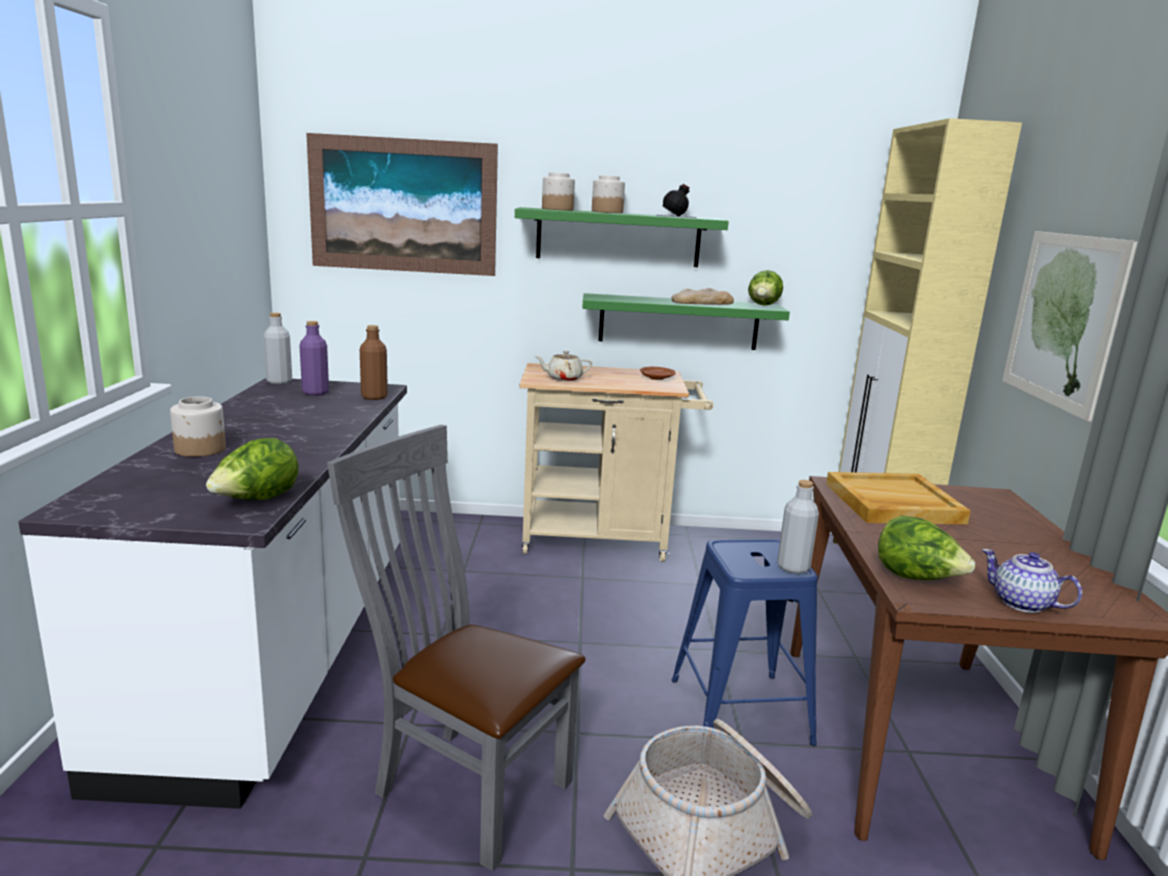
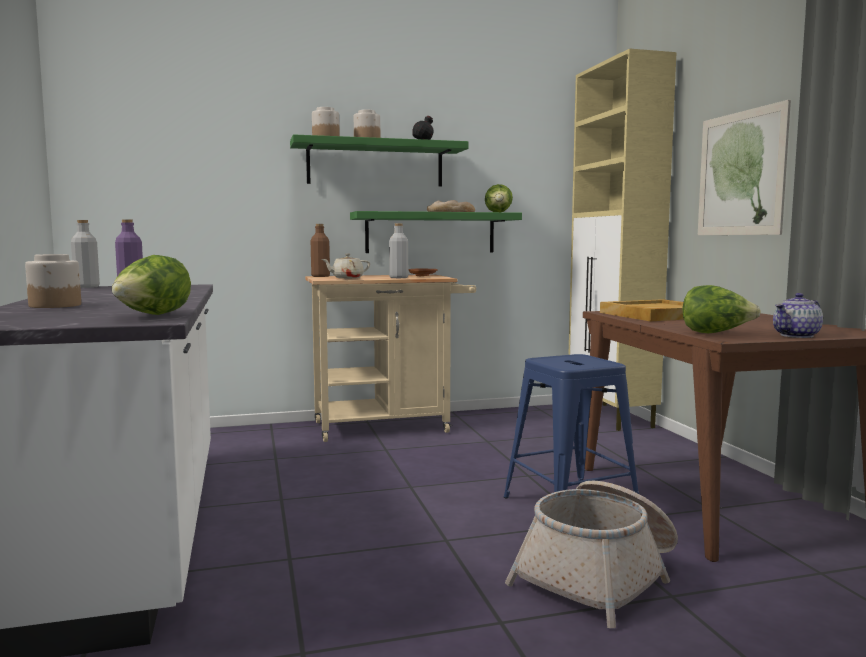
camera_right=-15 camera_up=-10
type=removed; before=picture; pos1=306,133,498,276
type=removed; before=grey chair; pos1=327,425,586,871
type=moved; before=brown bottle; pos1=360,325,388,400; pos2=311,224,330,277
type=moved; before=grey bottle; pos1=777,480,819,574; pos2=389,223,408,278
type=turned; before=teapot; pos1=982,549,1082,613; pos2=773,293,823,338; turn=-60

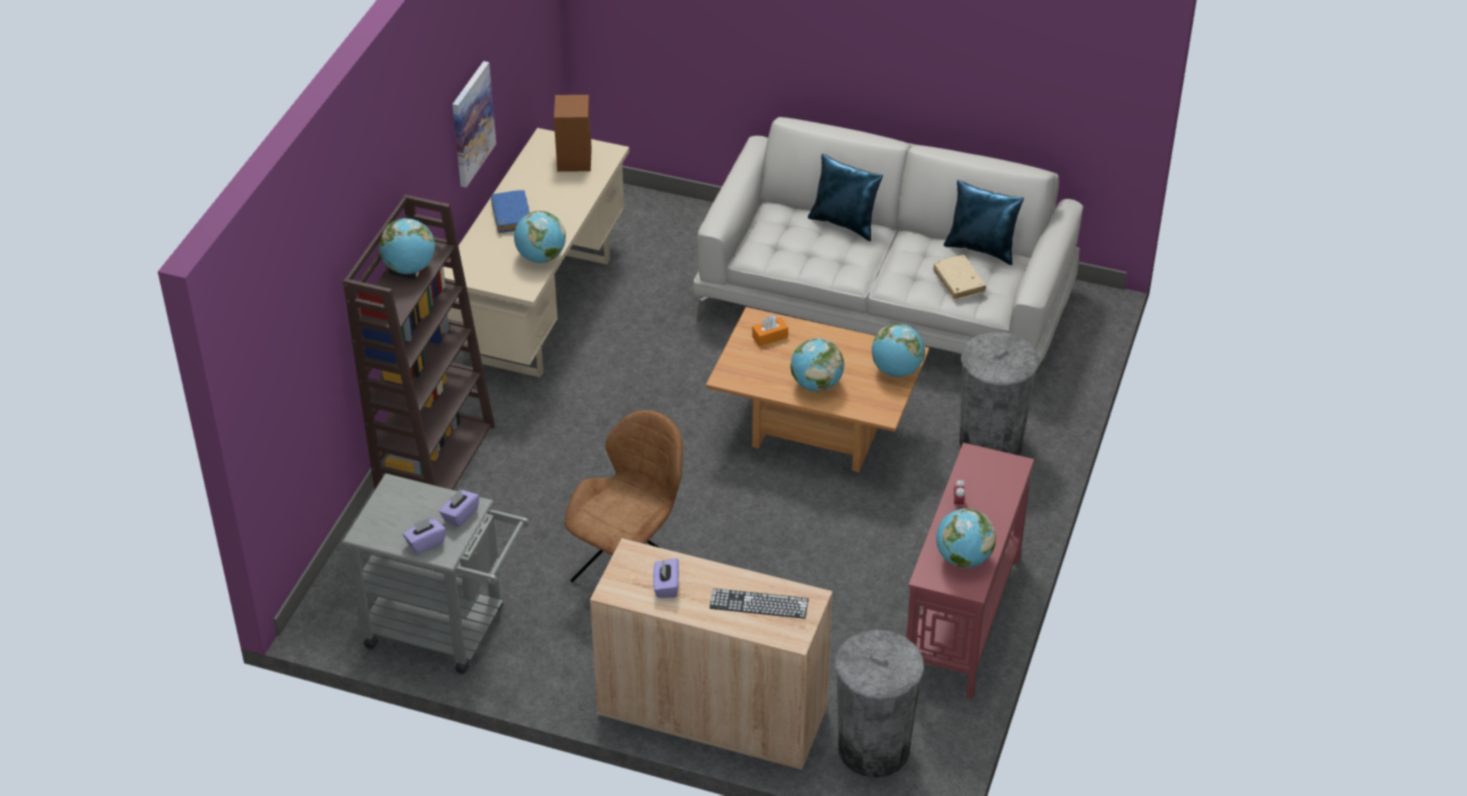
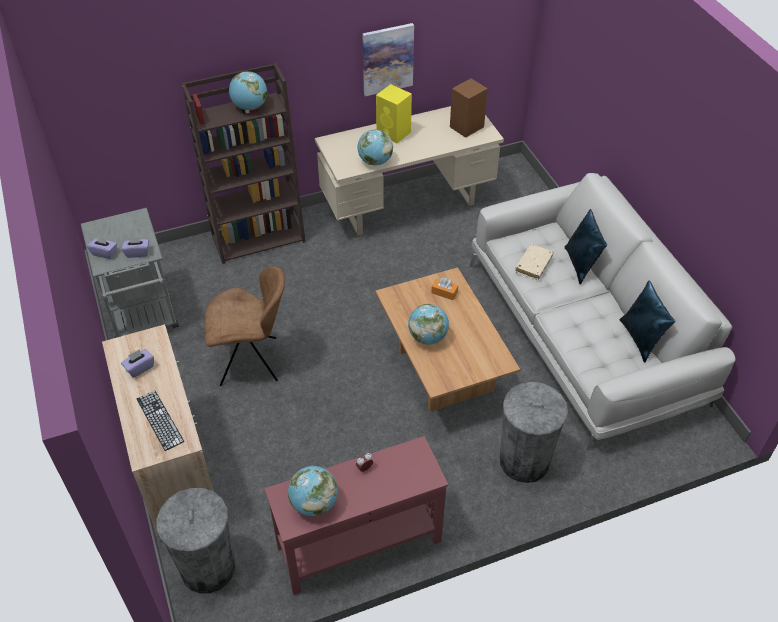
camera_right=50 camera_up=5
type=replaced; before=blue book; after=yellow speaker; pos1=491,190,530,233; pos2=376,84,412,143
type=removed; before=globe; pos1=872,324,925,377
type=moved; before=beige book; pos1=933,255,986,301; pos2=515,244,554,280

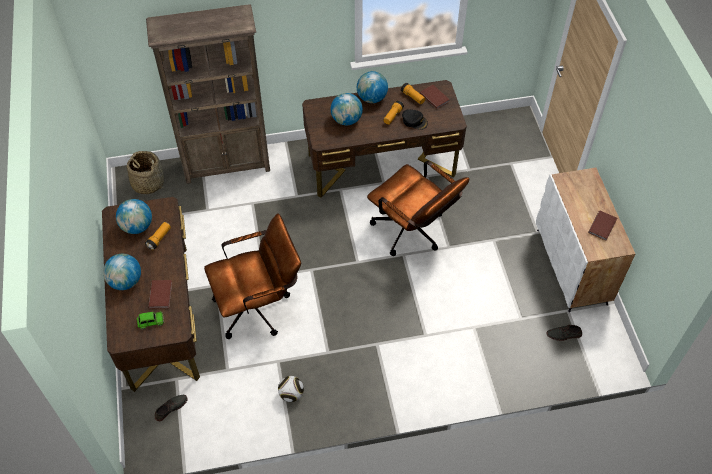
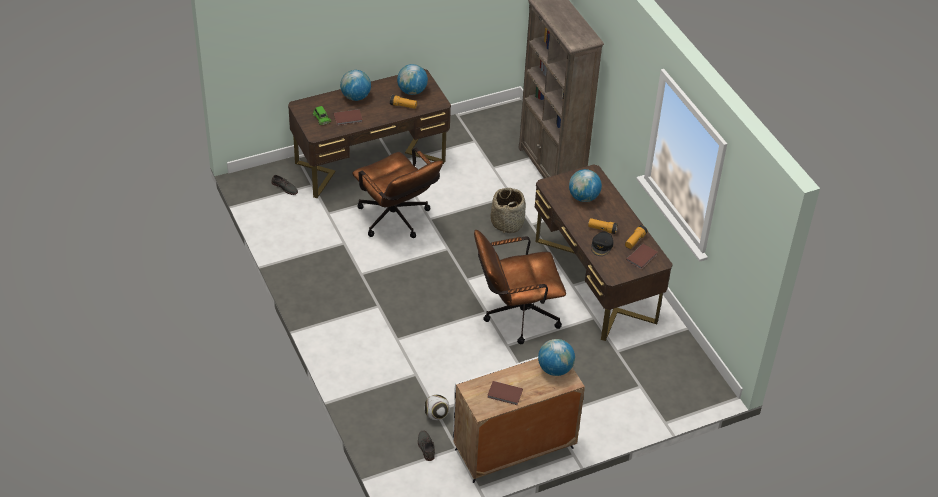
camera_right=75 camera_up=-10
type=moved; before=basket; pos1=126,151,164,194; pos2=491,188,526,233
type=moved; before=football; pos1=278,376,304,402; pos2=424,395,450,420
type=moved; before=globe; pos1=357,71,388,103; pos2=538,339,575,376
type=turned; before=brown office chair; pos1=367,161,469,256; pos2=474,230,566,344; turn=45

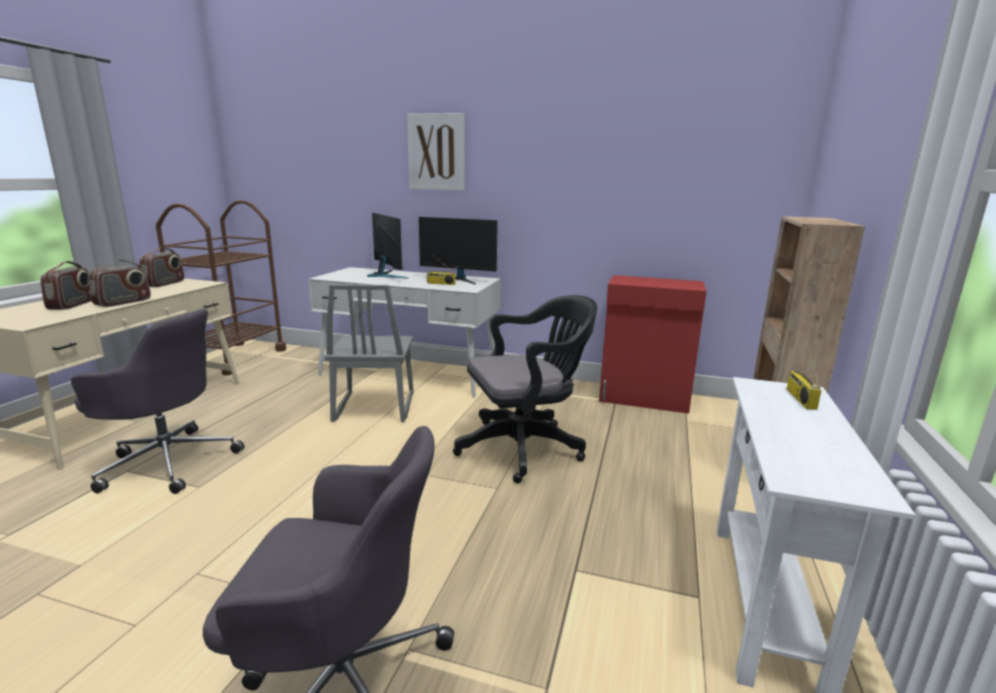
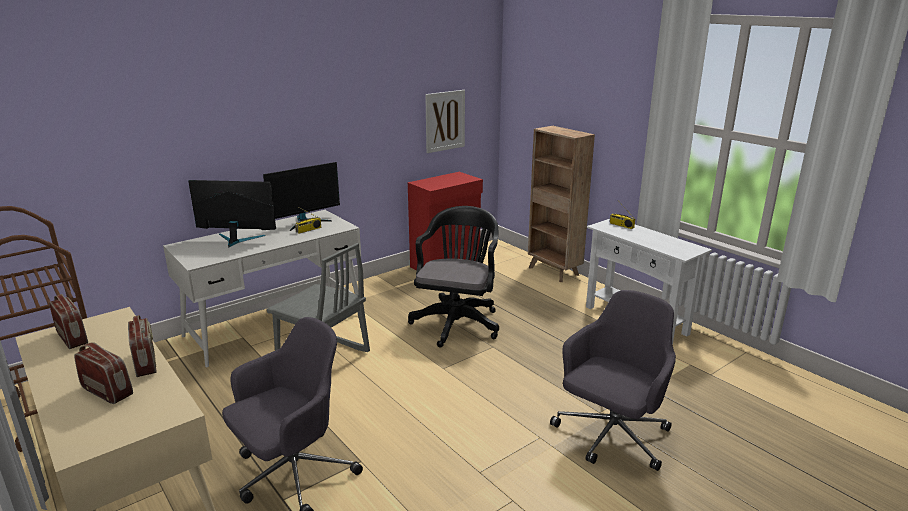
camera_right=-55 camera_up=5
type=moved; before=picture; pos1=407,113,464,191; pos2=425,90,465,153

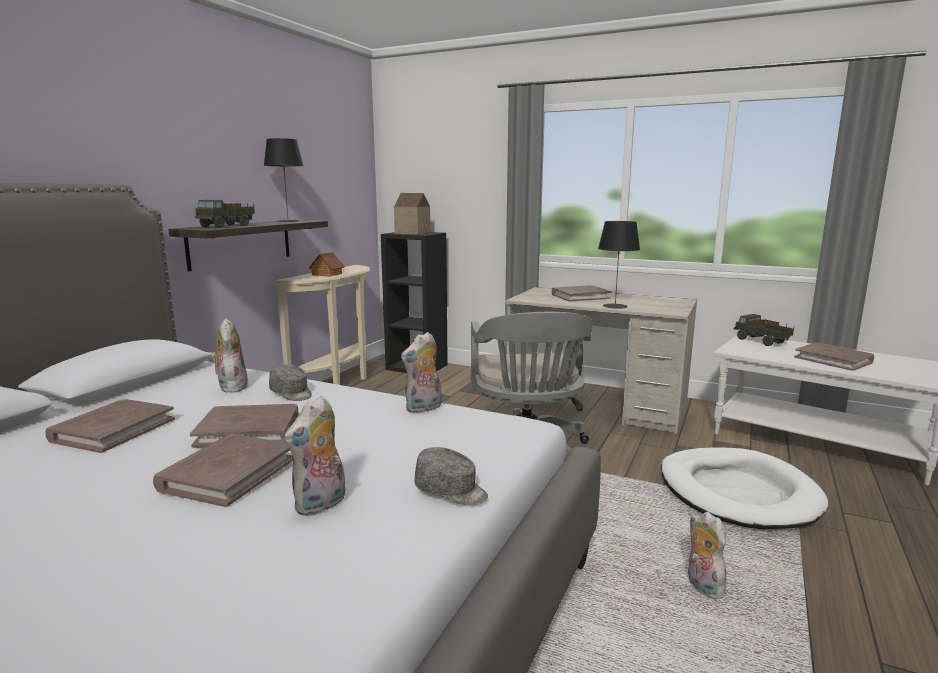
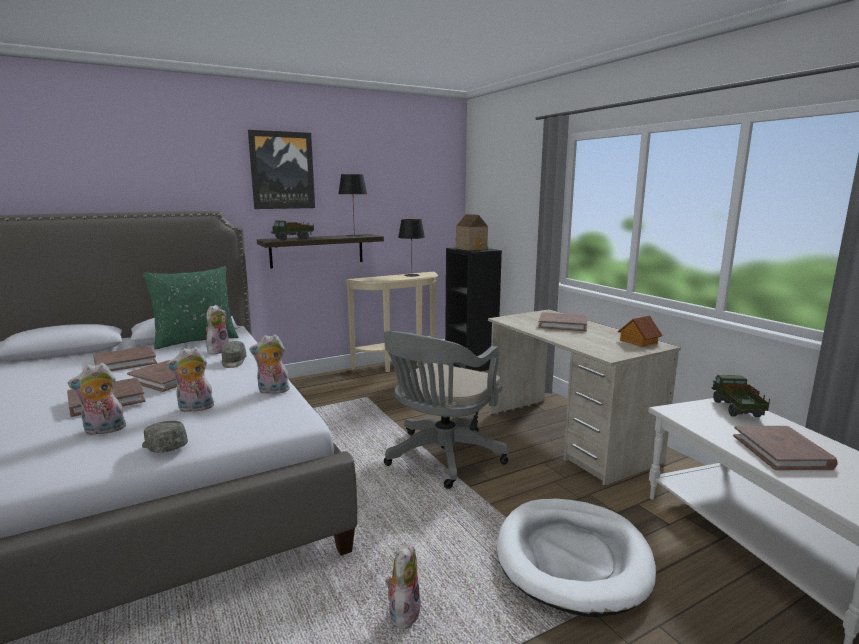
camera_right=35 camera_up=0
type=moved; before=toy house; pos1=309,252,345,277; pos2=618,316,663,347
type=turned; before=grey cap; pos1=414,447,488,505; pos2=142,421,188,453; turn=150
type=moved; before=black table lamp; pos1=598,221,640,309; pos2=398,219,425,277
type=added; after=green pillow; pos2=143,266,238,349
type=added; after=plush toy; pos2=166,347,214,413
type=added; after=picture; pos2=248,130,315,209

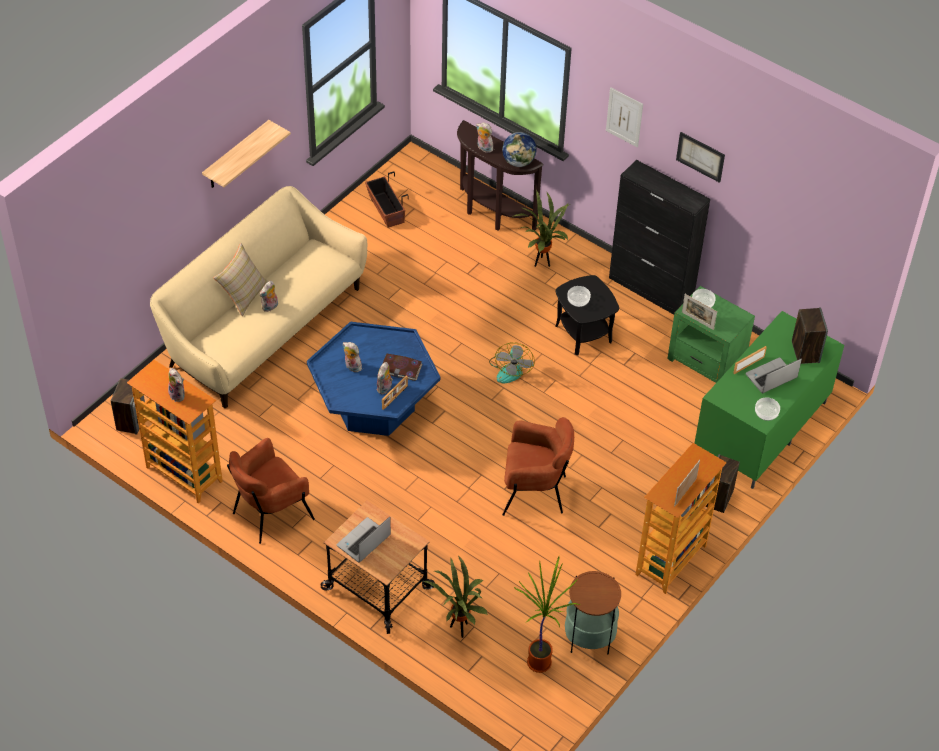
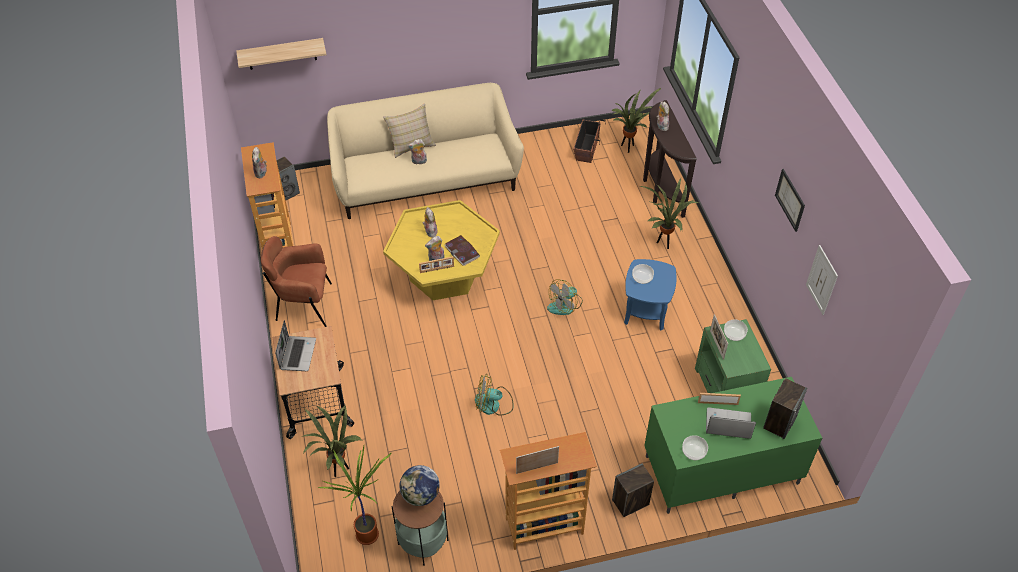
camera_right=40 camera_up=0
type=moved; before=shelf; pos1=202,120,291,188; pos2=236,38,326,70
type=recoloured; before=blue coffee table; after=yellow coffee table; pos1=307,322,440,436; pos2=383,200,500,300
type=turned; before=laptop; pos1=337,517,391,563; pos2=275,320,316,371; turn=105
type=moved; before=globe; pos1=502,132,537,167; pos2=399,465,440,506
type=replaced; before=brown armchair; after=fan; pos1=502,417,574,516; pos2=475,374,513,416
type=recoloured; before=black side table; after=blue side table; pos1=555,275,619,355; pos2=624,259,677,330
type=moved; before=picture; pos1=606,88,643,147; pos2=806,245,838,315
type=removed; before=black cabinet; pos1=609,160,710,315
type=added; after=potted plant; pos2=612,88,661,153

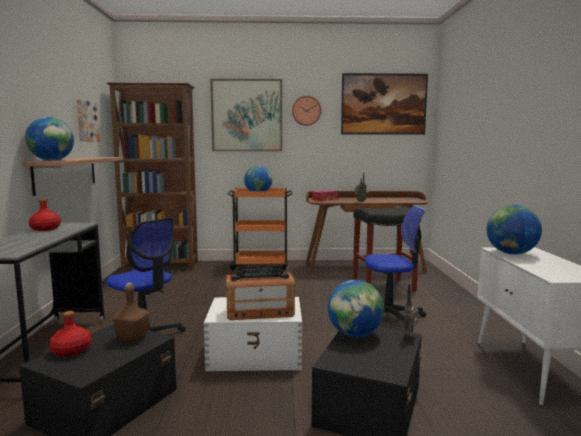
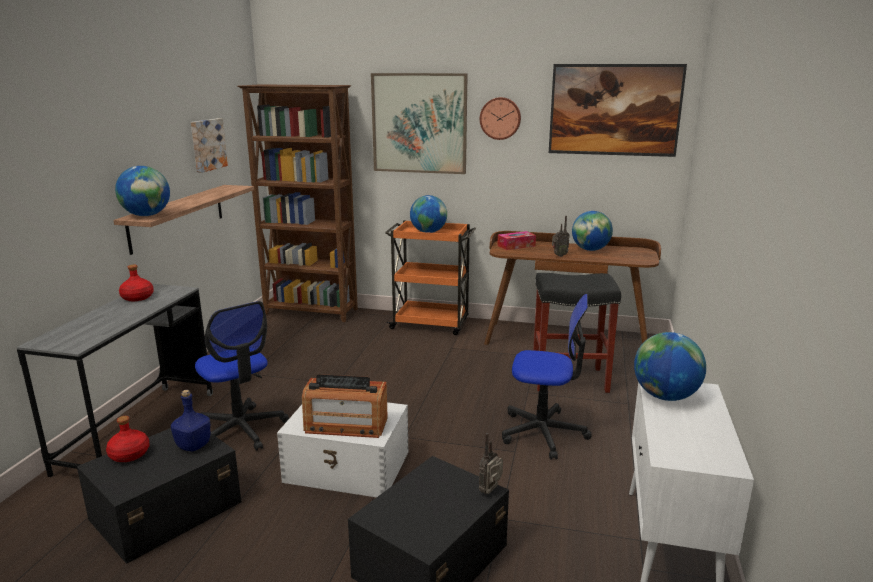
camera_right=15 camera_up=10
type=recoloured; before=brown bottle; after=blue bottle; pos1=113,283,149,342; pos2=171,390,210,451
type=moved; before=globe; pos1=328,280,384,337; pos2=572,211,613,251

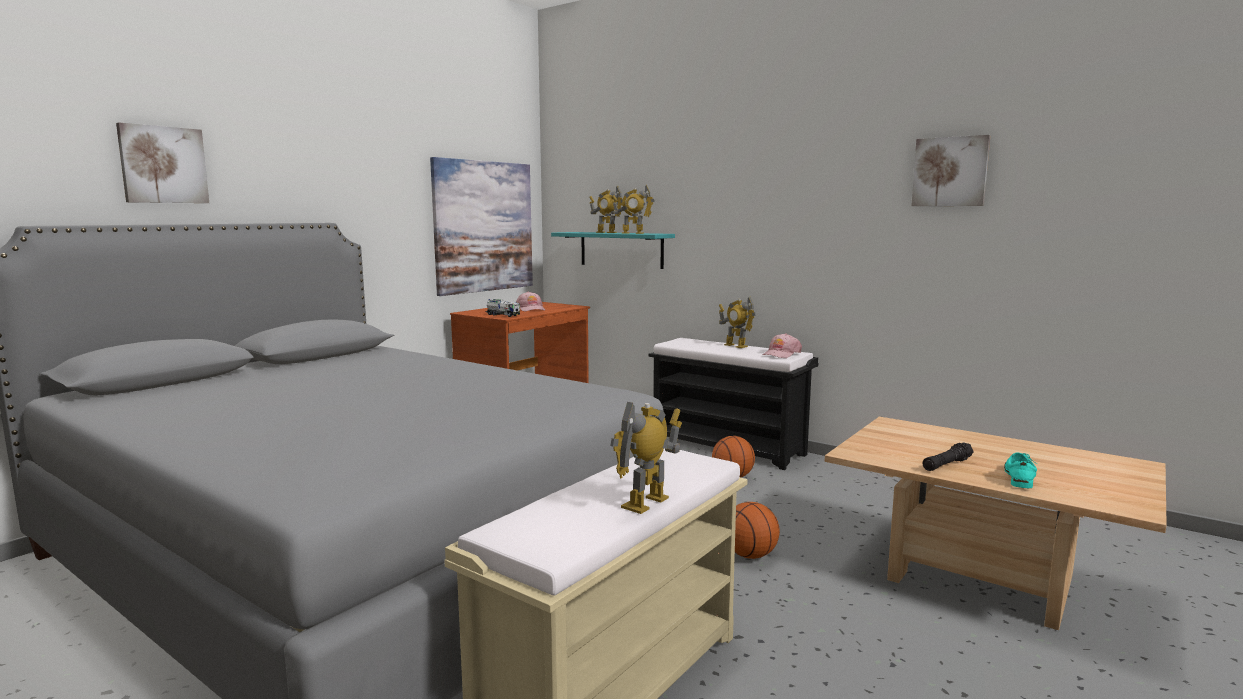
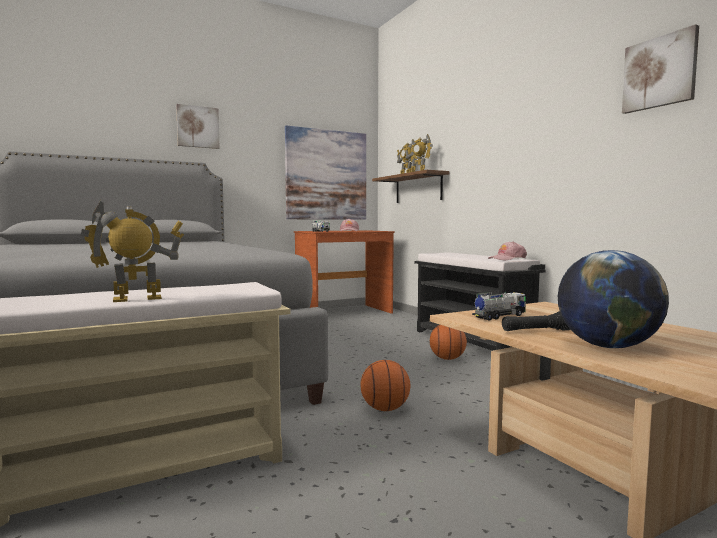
camera_right=25 camera_up=-5
type=moved; before=picture; pos1=116,123,209,203; pos2=176,104,220,149
type=recoloured; before=turquoise shelf; after=brown shelf; pos1=551,232,675,269; pos2=372,170,450,203
type=removed; before=toy robot; pos1=719,296,756,348
type=replaced; before=turquoise shoe; after=globe; pos1=1004,453,1037,488; pos2=558,250,669,348
type=added; after=toy truck; pos2=472,292,526,320

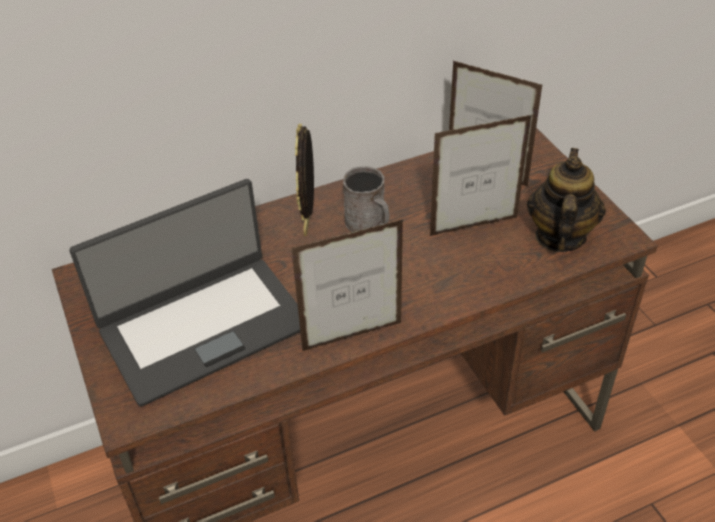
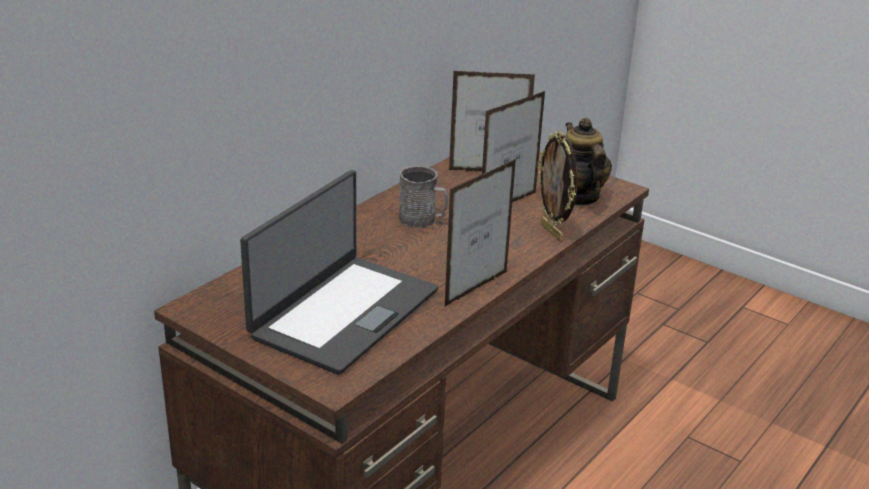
camera_right=-30 camera_up=-15
type=moved; before=picture frame; pos1=295,124,314,236; pos2=538,131,578,241

